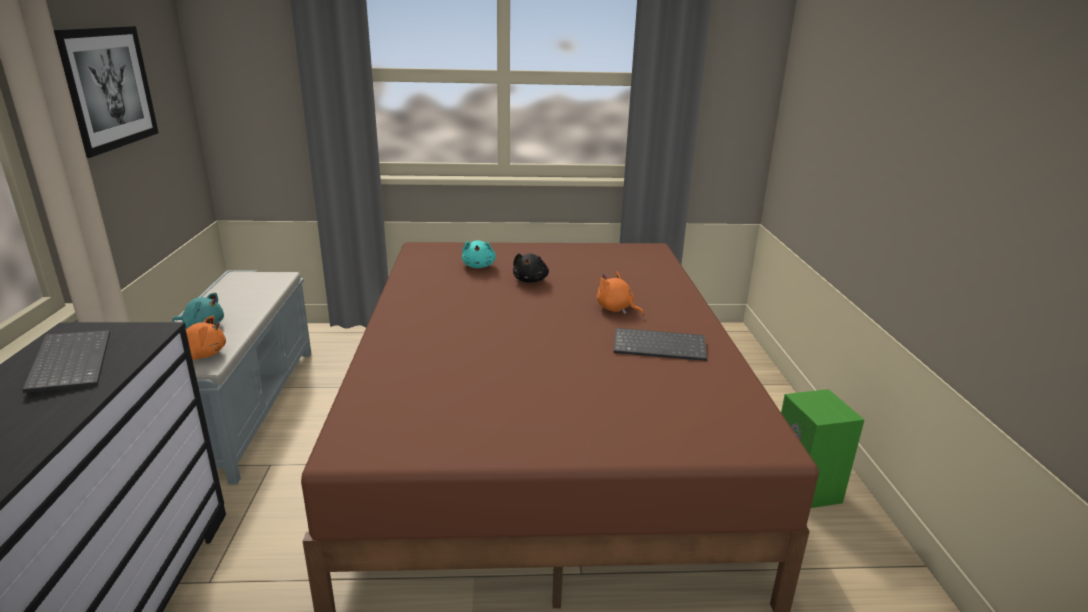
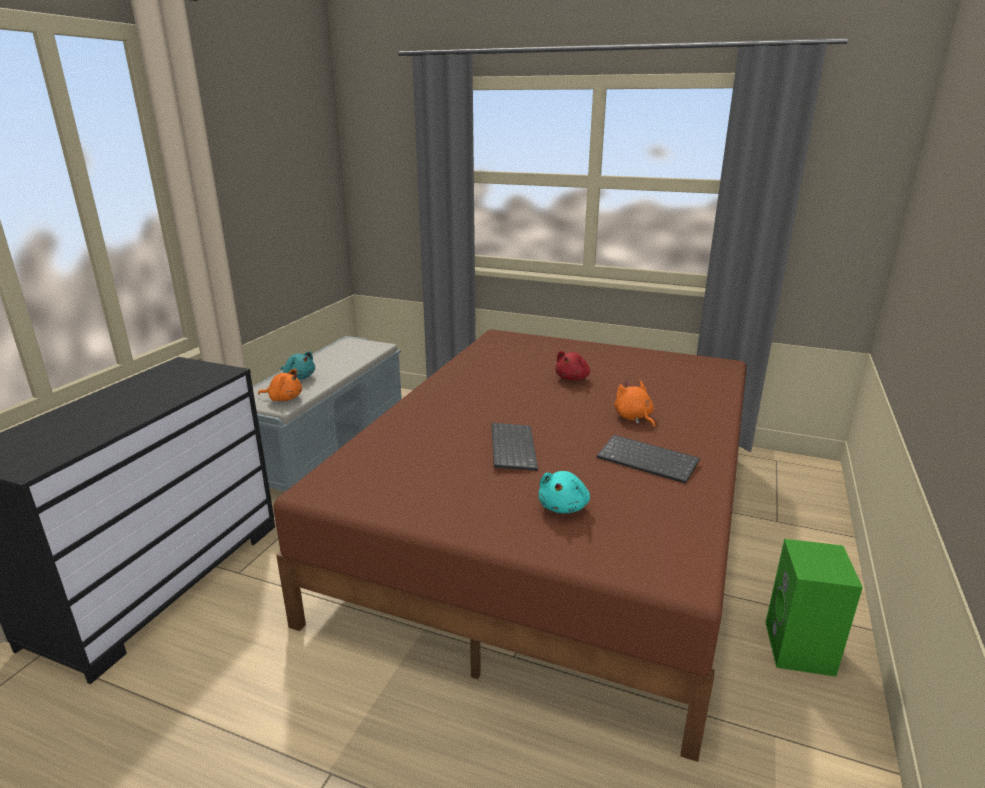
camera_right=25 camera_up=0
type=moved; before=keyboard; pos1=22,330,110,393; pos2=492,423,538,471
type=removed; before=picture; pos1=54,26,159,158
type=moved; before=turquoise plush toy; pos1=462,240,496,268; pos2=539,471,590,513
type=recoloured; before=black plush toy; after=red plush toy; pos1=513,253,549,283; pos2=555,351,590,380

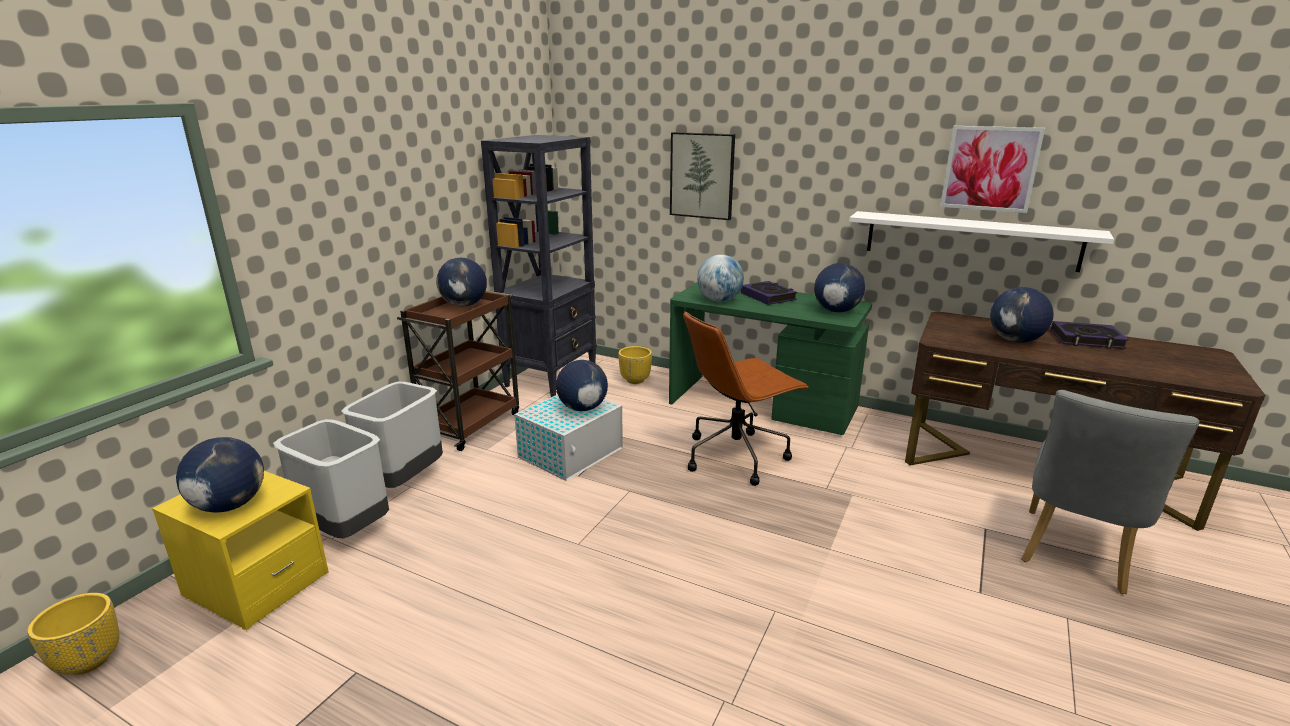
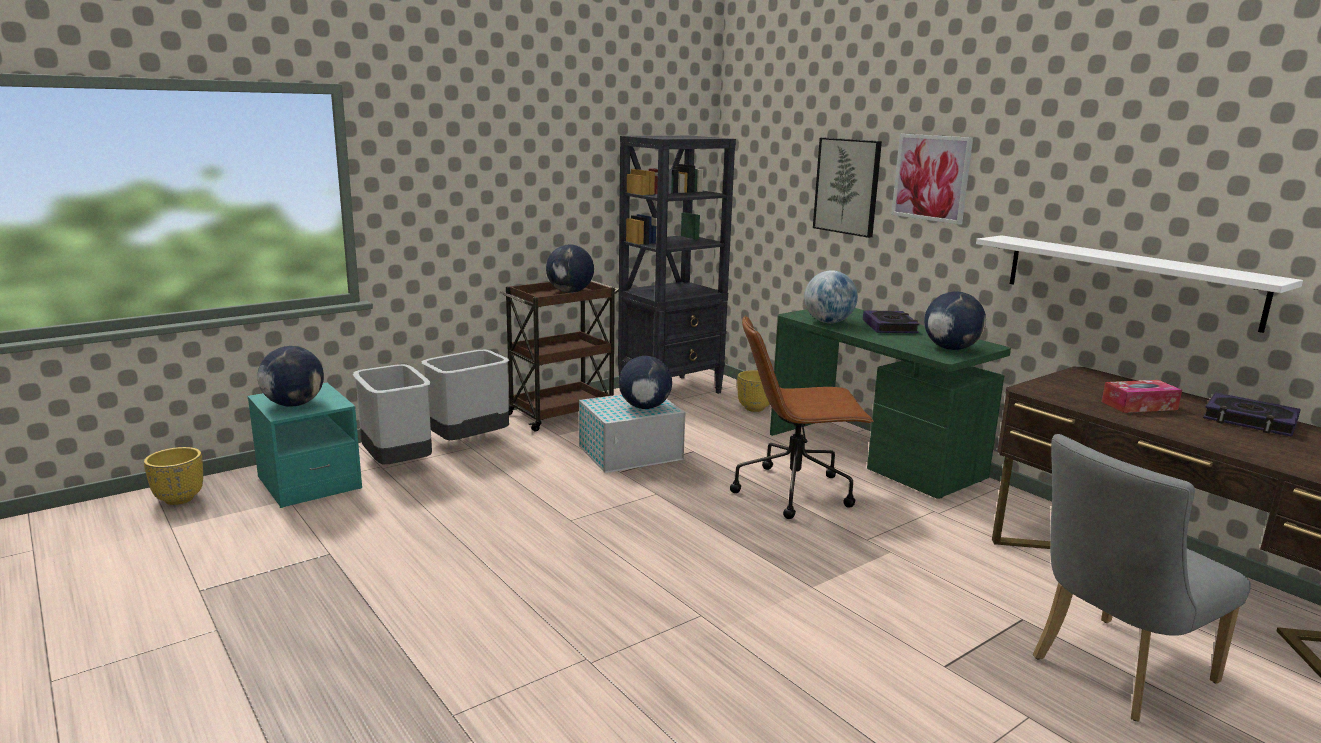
camera_right=25 camera_up=-5
type=recoloured; before=yellow nightstand; after=turquoise nightstand; pos1=152,471,329,630; pos2=248,383,362,508
type=moved; before=picture; pos1=940,126,1045,213; pos2=891,134,973,225
type=replaced; before=globe; after=tissue box; pos1=990,287,1054,343; pos2=1102,380,1182,413

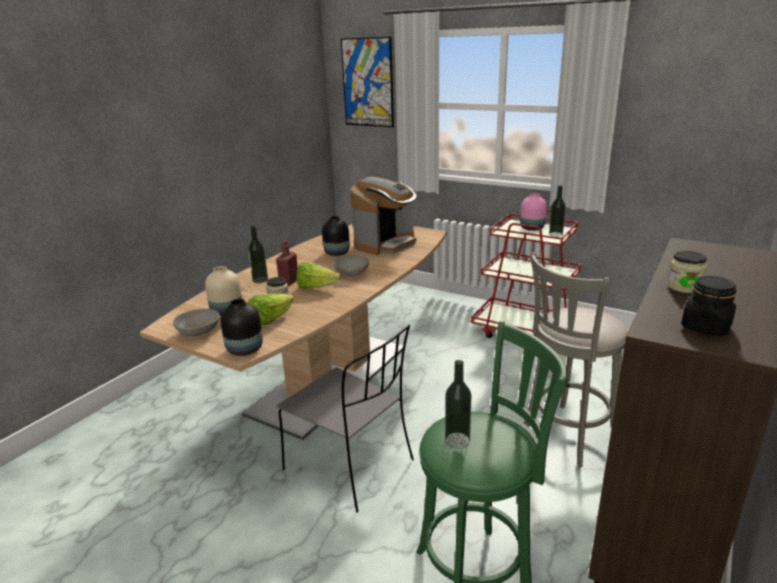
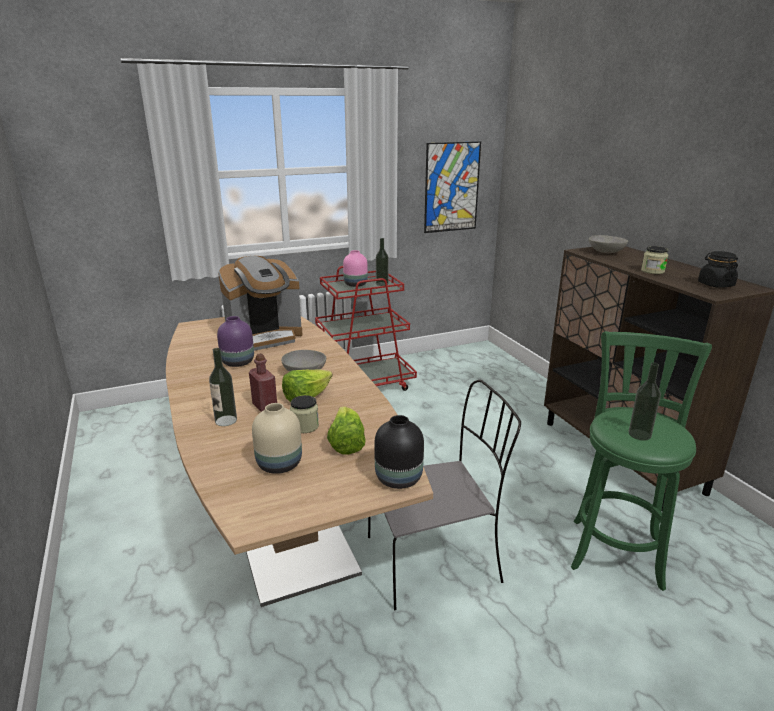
camera_right=-55 camera_up=0
type=moved; before=grey bowl; pos1=173,309,220,336; pos2=589,235,628,253
type=recoloured; before=black vase; after=purple vase; pos1=322,216,350,256; pos2=217,316,254,367
type=moved; before=picture; pos1=341,37,394,127; pos2=424,141,481,233
type=turned; before=coffee machine; pos1=350,177,417,255; pos2=218,256,302,351; turn=75
type=removed; before=grey stool; pos1=524,252,628,467

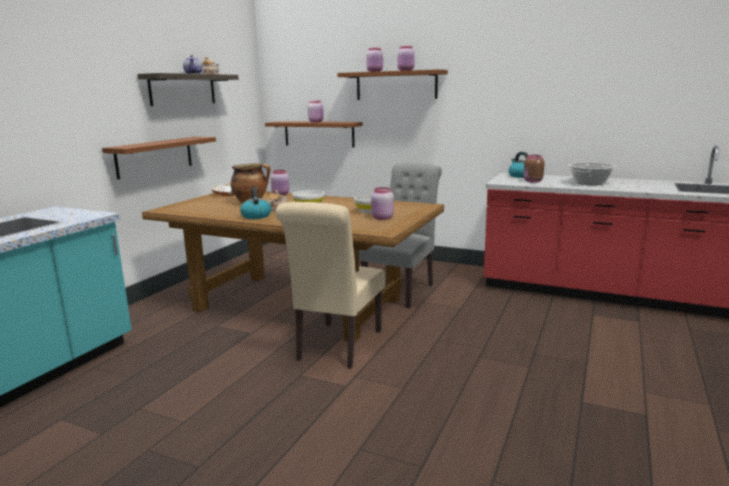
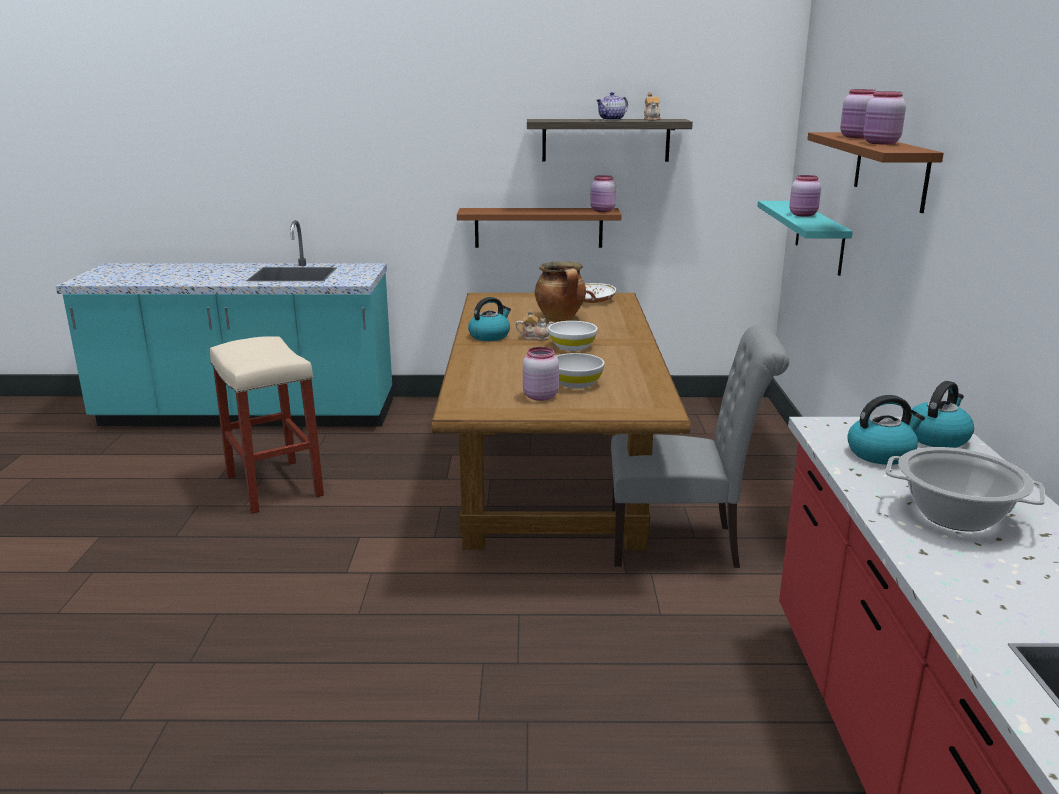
camera_right=65 camera_up=5
type=recoloured; before=brown shelf; after=turquoise shelf; pos1=265,121,362,147; pos2=757,201,853,276
type=moved; before=pink jar; pos1=271,170,289,195; pos2=590,175,616,212
type=removed; before=beige chair; pos1=275,202,385,369
type=replaced; before=brown jar; after=kettle; pos1=524,155,545,183; pos2=847,395,925,465
type=added; after=beige stool; pos2=210,336,324,514

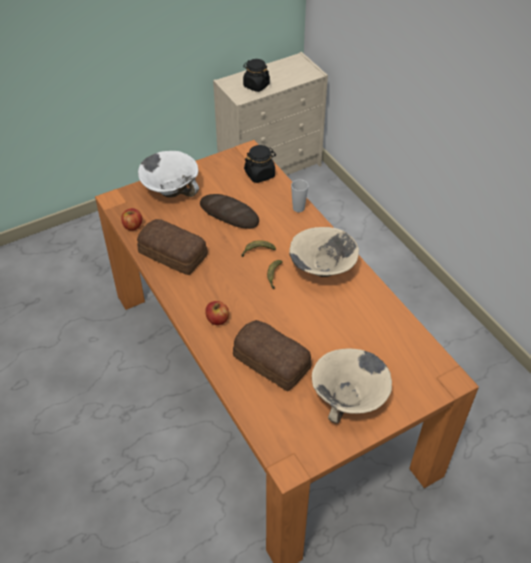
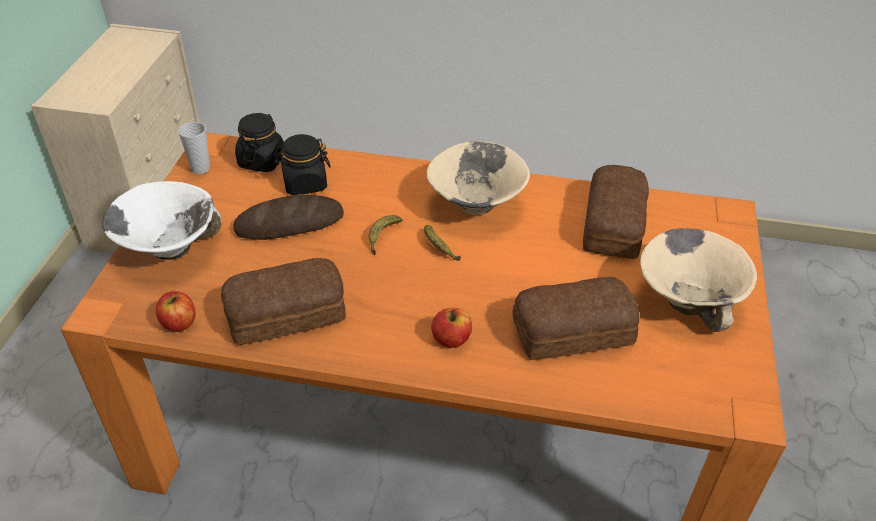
camera_right=-50 camera_up=-5
type=moved; before=black jar; pos1=243,59,270,92; pos2=273,134,331,195
type=moved; before=cup; pos1=291,179,308,212; pos2=178,122,210,174
type=added; after=bread; pos2=583,165,649,259

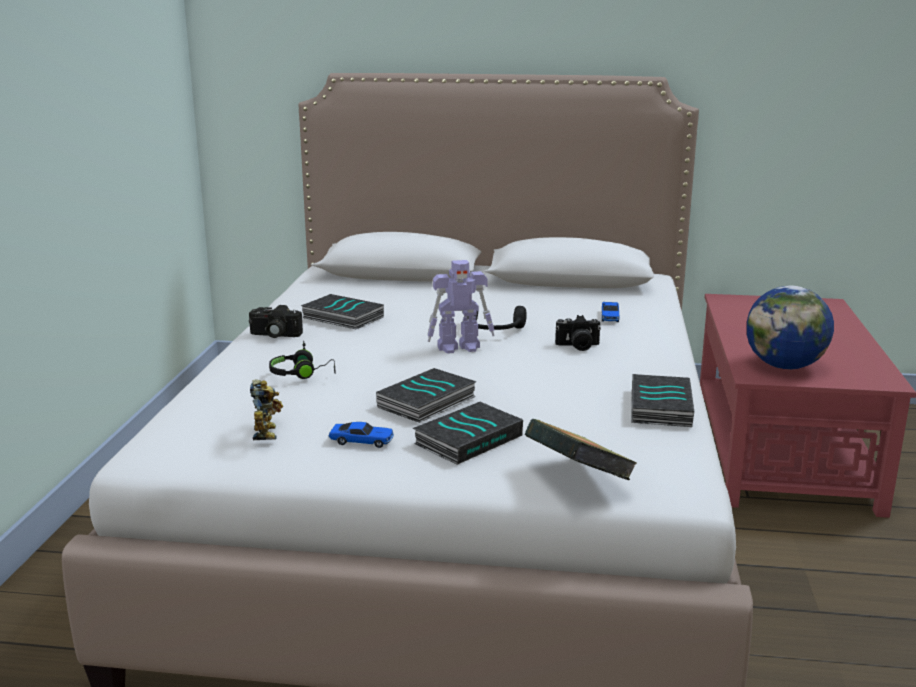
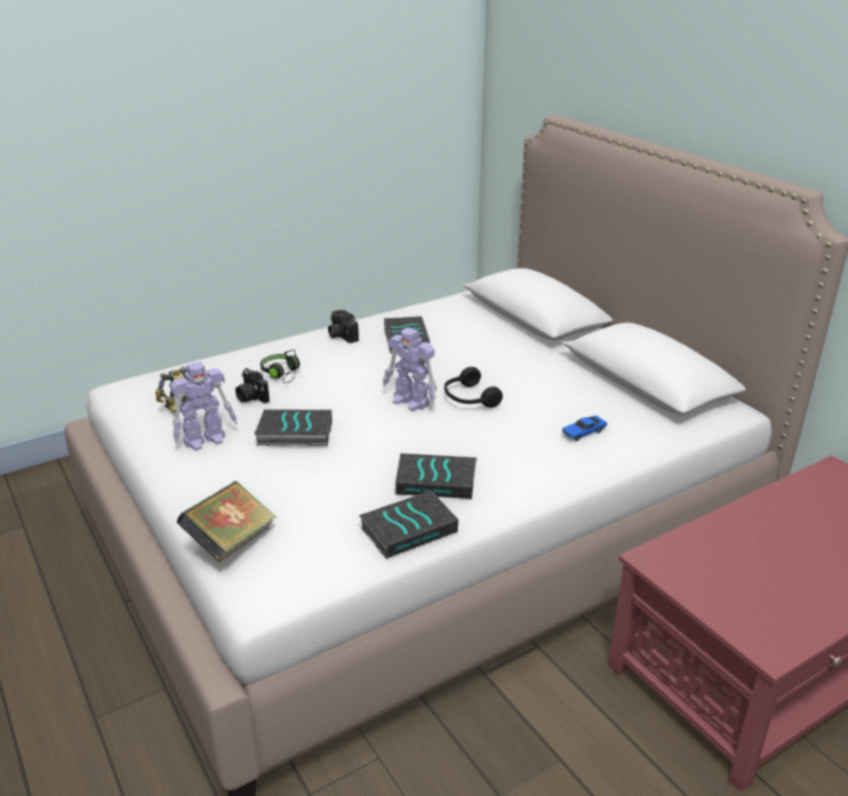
camera_right=50 camera_up=10
type=replaced; before=toy car; after=toy robot; pos1=329,422,394,448; pos2=170,362,238,450
type=moved; before=book; pos1=413,402,523,465; pos2=395,453,477,499
type=moved; before=photo camera; pos1=555,315,601,351; pos2=235,368,270,403
type=removed; before=globe; pos1=747,286,834,369

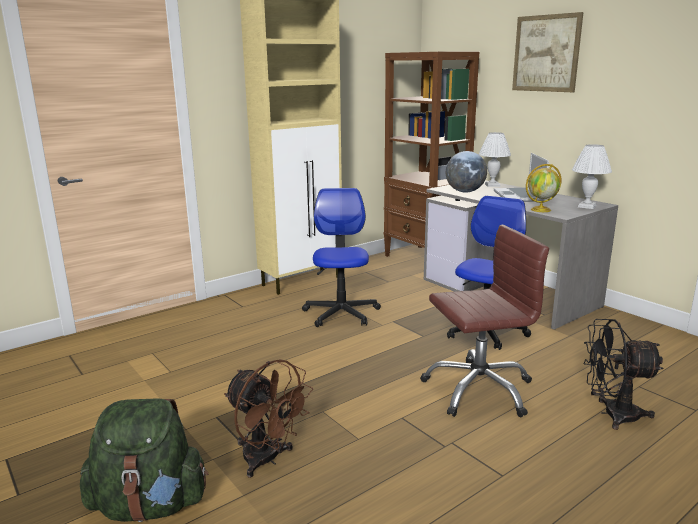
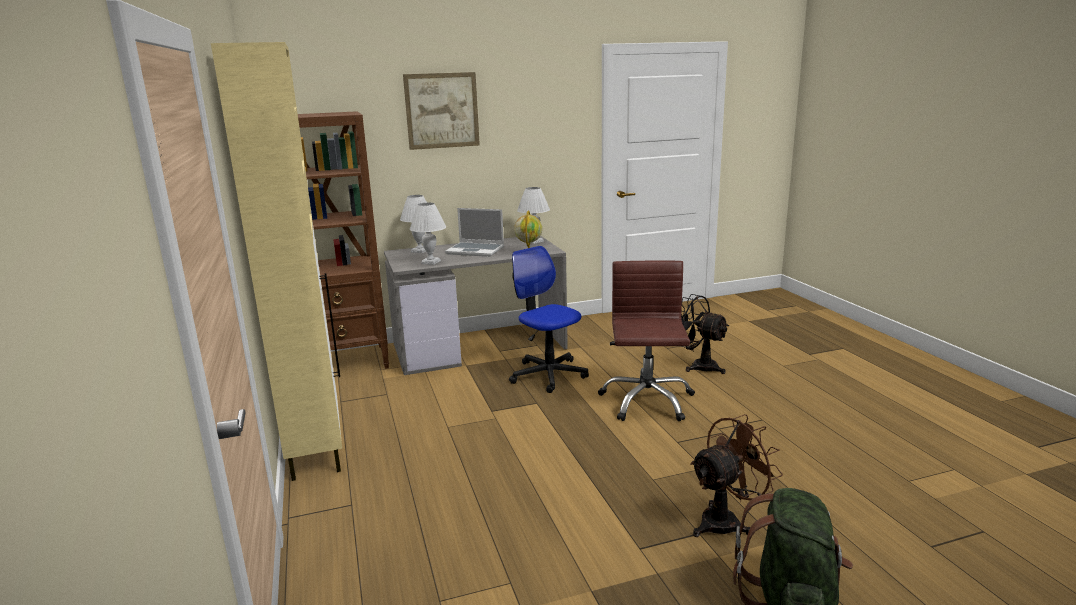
camera_right=-70 camera_up=0
type=removed; before=office chair; pos1=302,188,381,327
type=replaced; before=globe; after=white table lamp; pos1=446,151,487,192; pos2=410,203,446,265
type=turned; before=black fan; pos1=584,319,664,430; pos2=681,294,729,374; turn=105

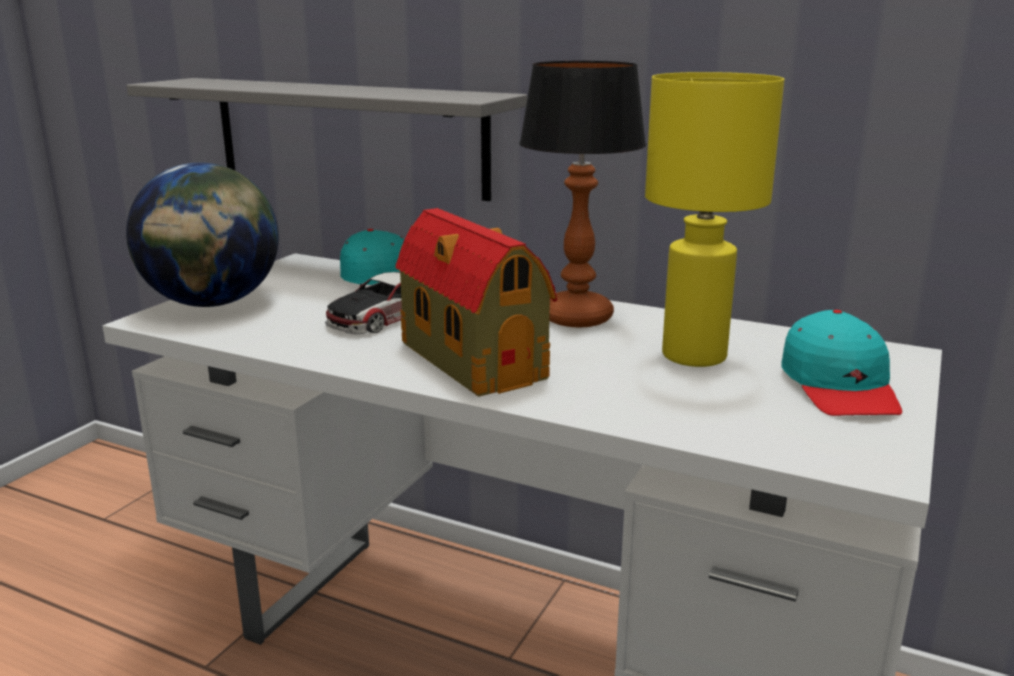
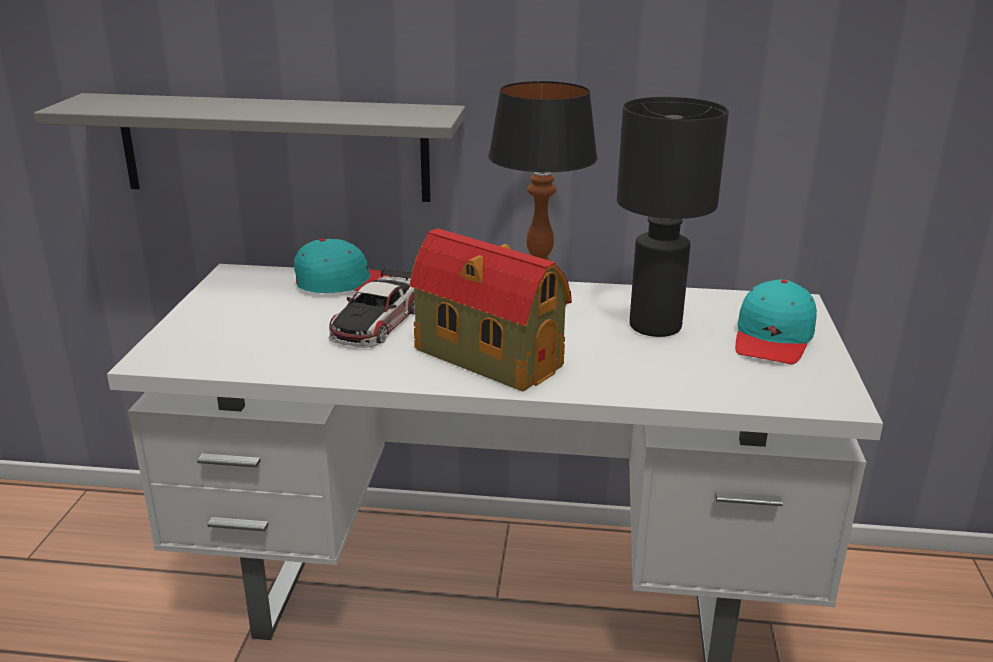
camera_right=-20 camera_up=5
type=removed; before=globe; pos1=126,163,279,307
type=recoloured; before=yellow table lamp; after=black table lamp; pos1=645,72,785,367; pos2=617,97,729,337
type=turned; before=turquoise cap; pos1=781,310,902,416; pos2=735,279,817,364; turn=45

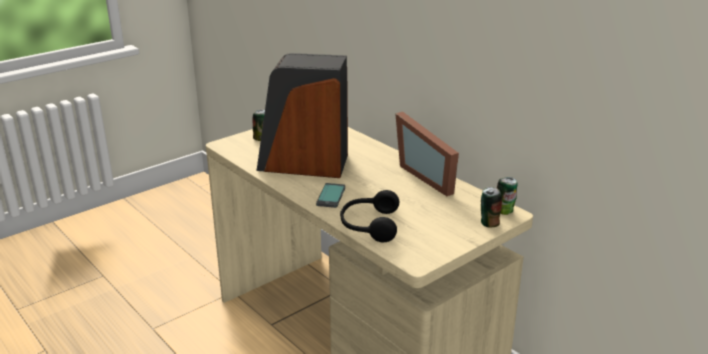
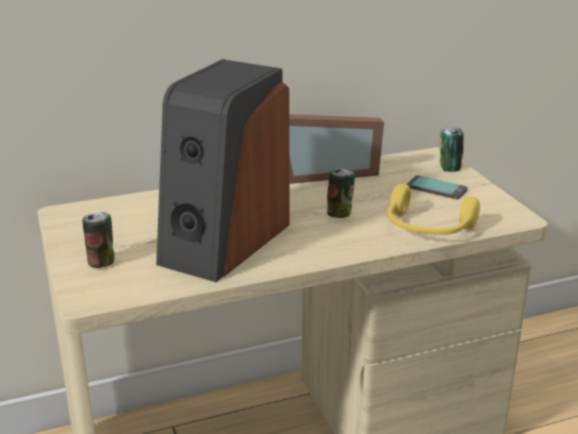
camera_right=-70 camera_up=0
type=moved; before=phone; pos1=316,183,345,208; pos2=407,175,467,199
type=recoloured; before=black headphones; after=yellow headphones; pos1=340,190,399,242; pos2=387,184,480,235
type=moved; before=can; pos1=497,177,518,215; pos2=327,169,355,218

